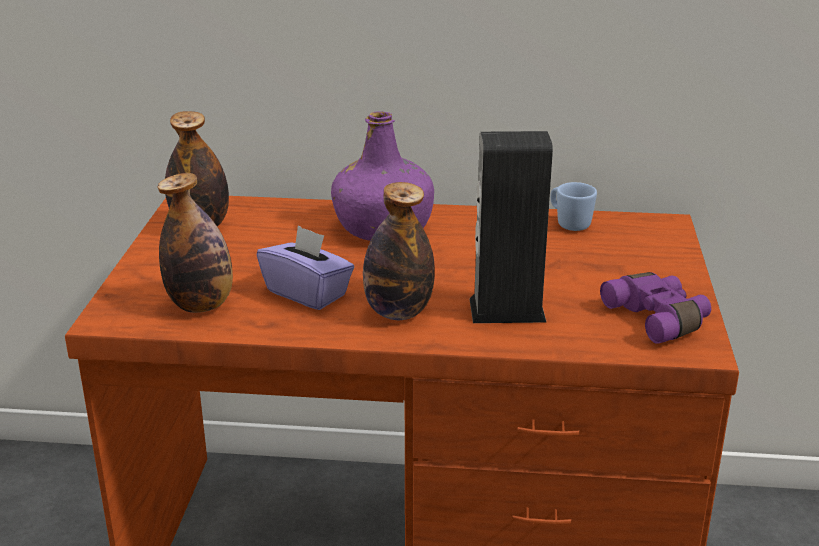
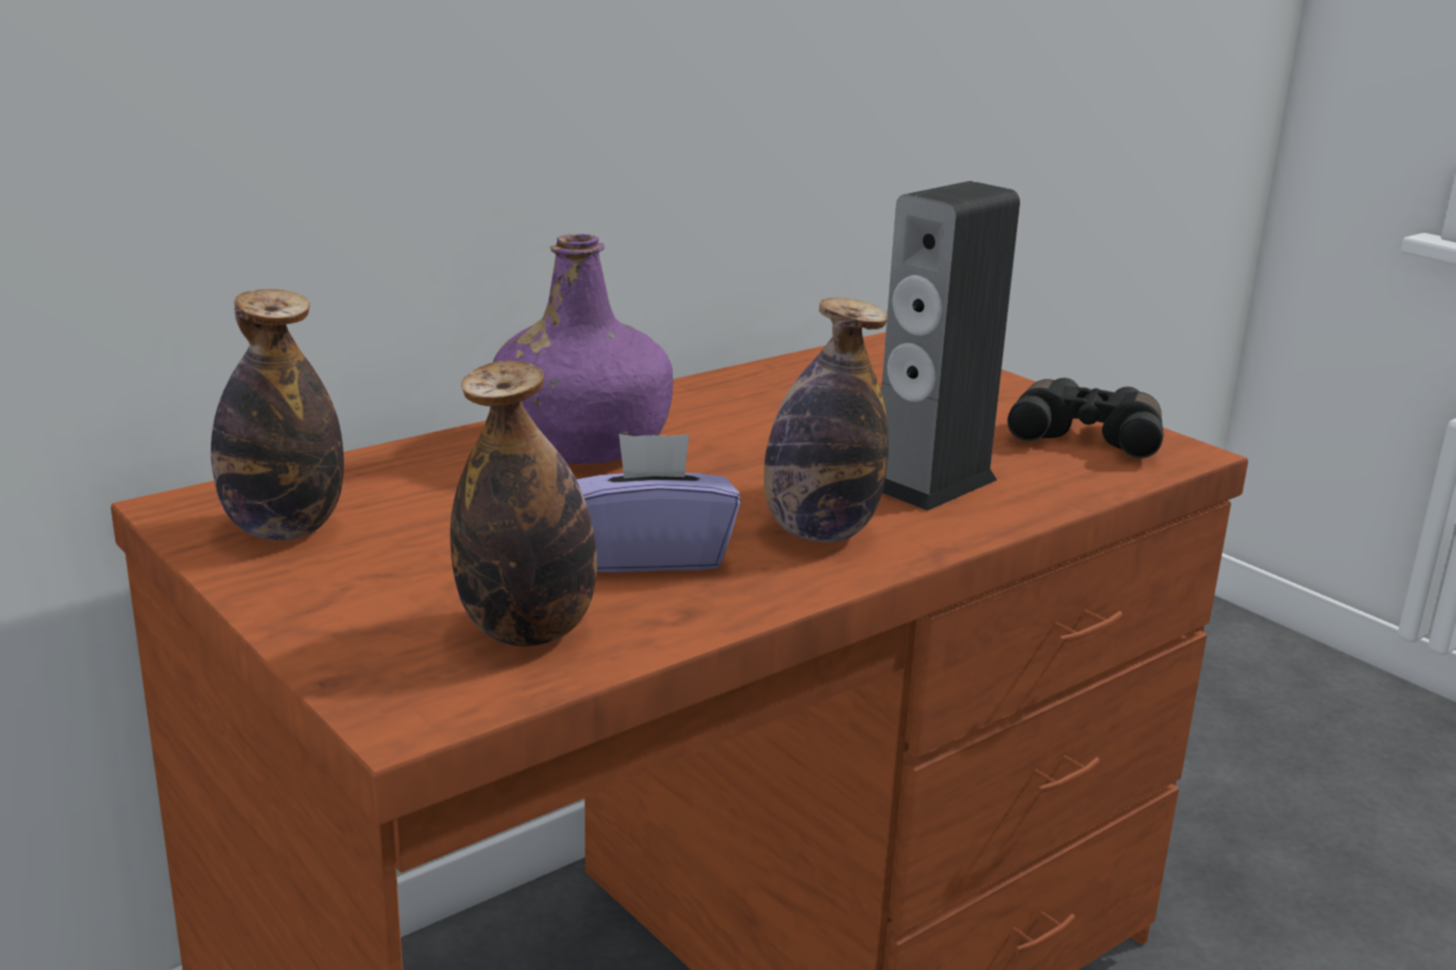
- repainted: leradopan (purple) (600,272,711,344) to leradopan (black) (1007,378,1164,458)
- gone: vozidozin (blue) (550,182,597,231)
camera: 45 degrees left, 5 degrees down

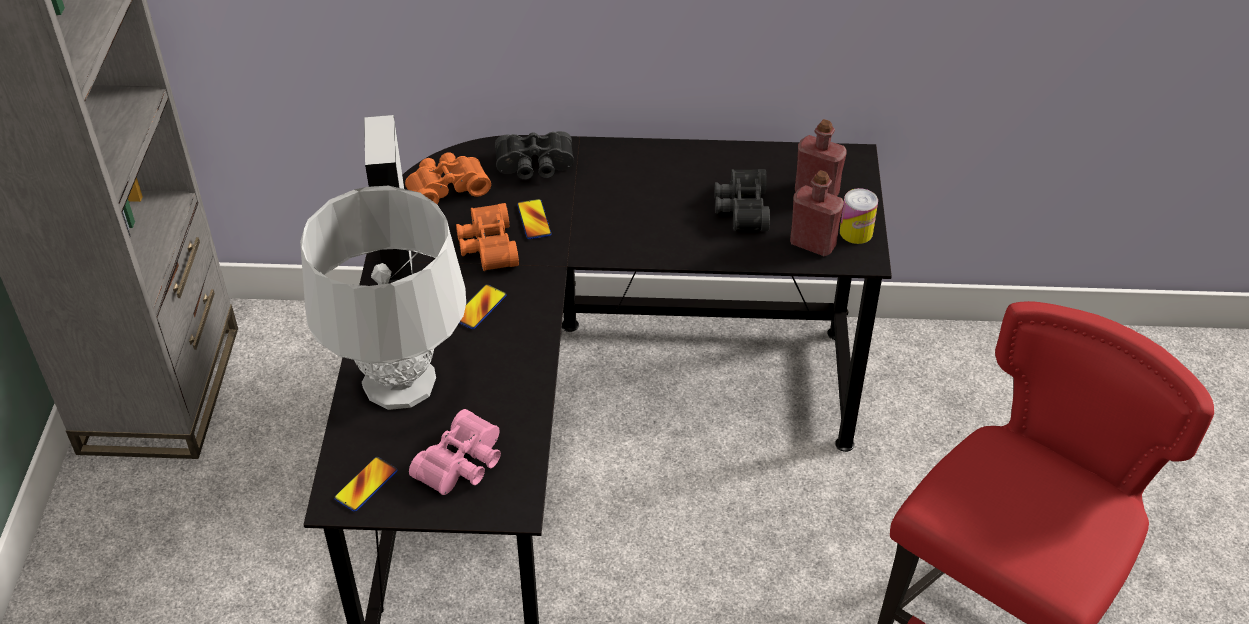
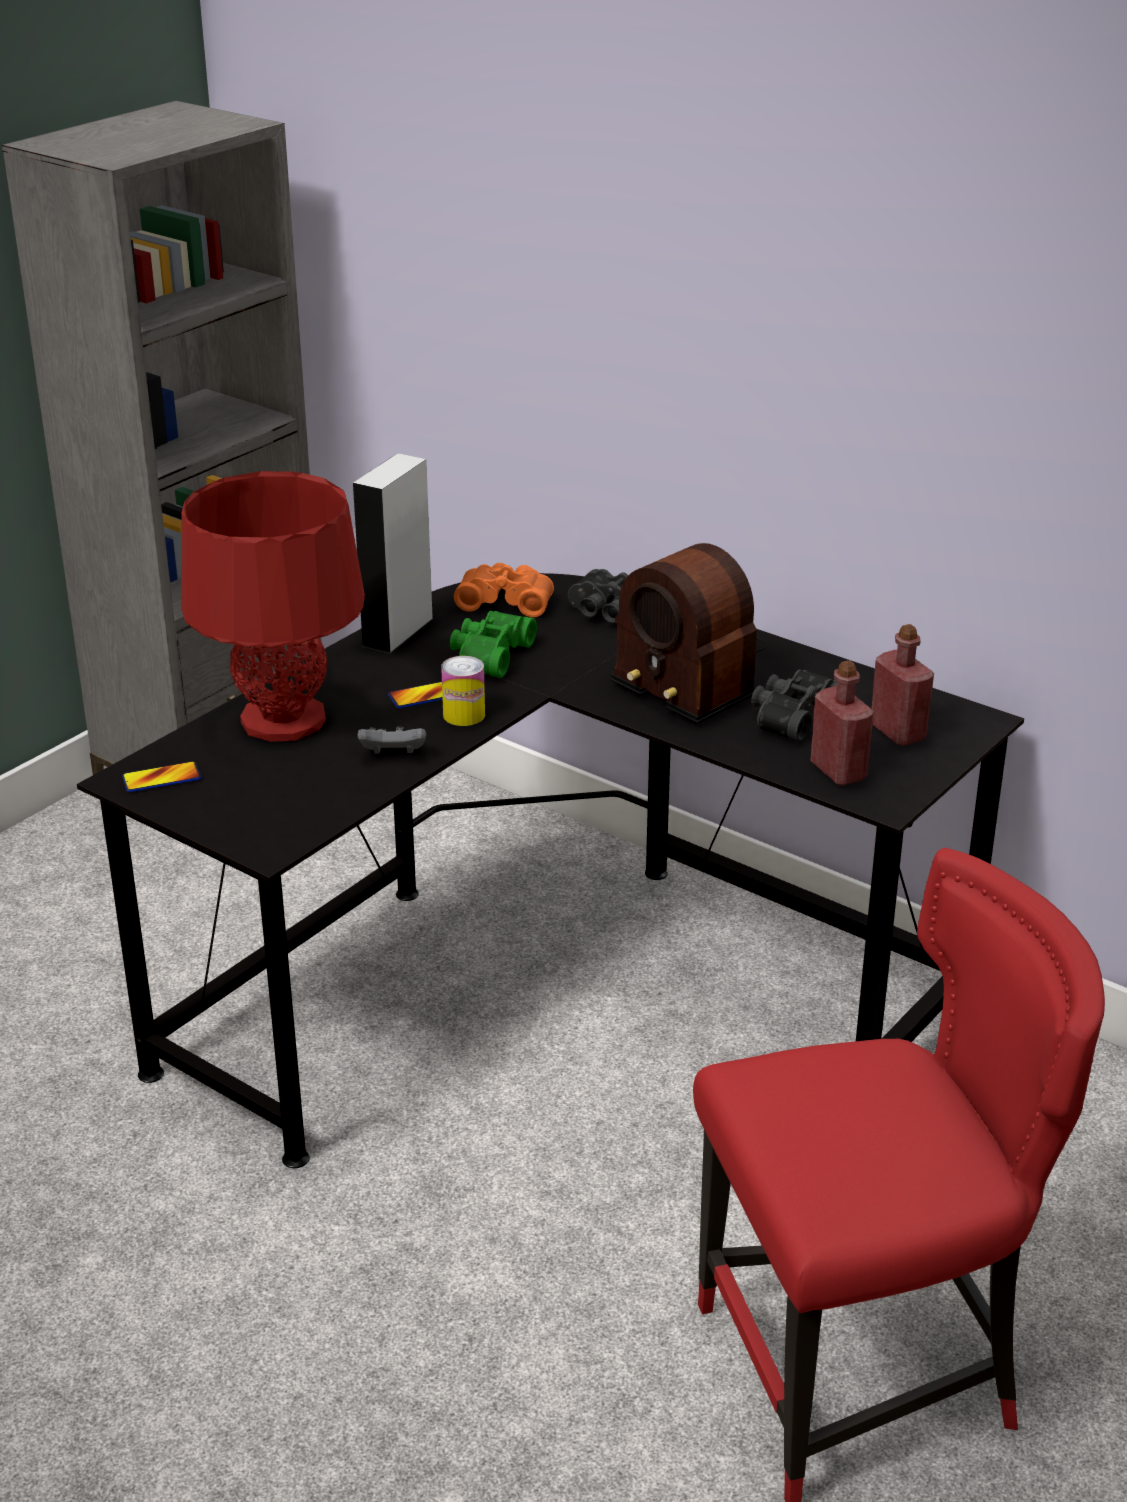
- repainted: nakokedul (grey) (300,186,466,410) to nakokedul (red) (181,471,365,742)
- new: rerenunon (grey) (358,727,426,754)
- shifted: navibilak (840,188,878,244) to (441,656,485,726)
- repainted: leradopan (orange) (456,203,519,271) to leradopan (green) (450,611,537,678)
- new: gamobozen (611,543,766,724)
- gone: leradopan (pink) (409,409,501,495)
- gone: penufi (517,199,552,239)
camera: 35 degrees right, 15 degrees down

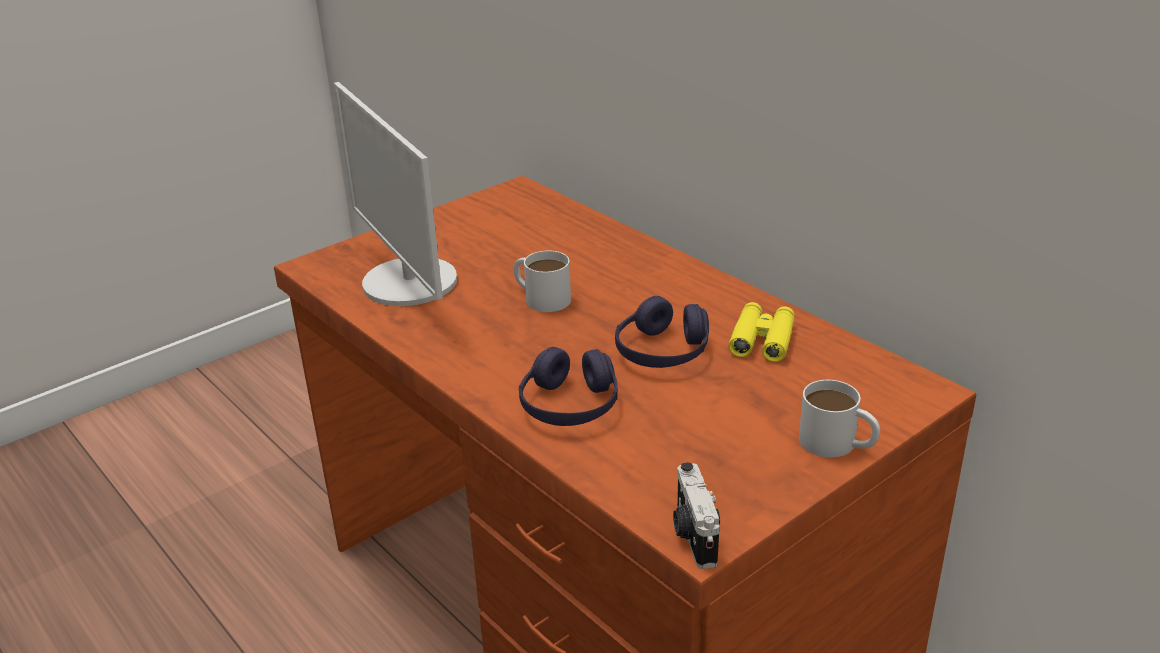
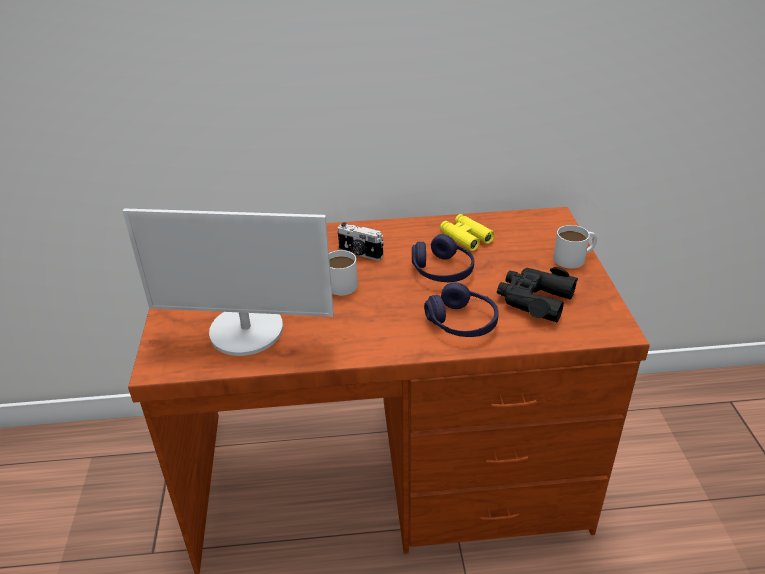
- shifted: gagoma (673,462,720,569) to (337,222,384,261)
- new: leradopan (black) (497,267,578,322)
camera: 55 degrees left, 5 degrees up

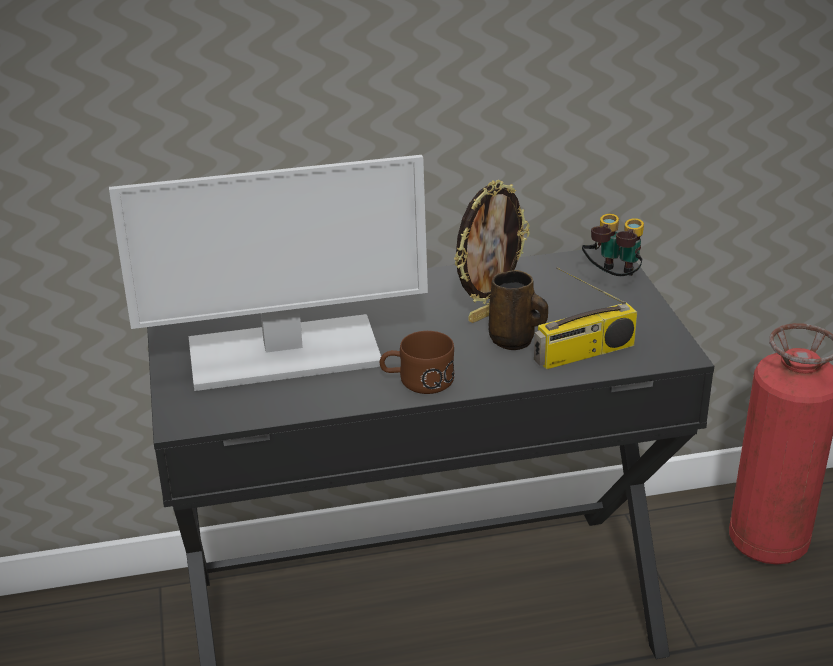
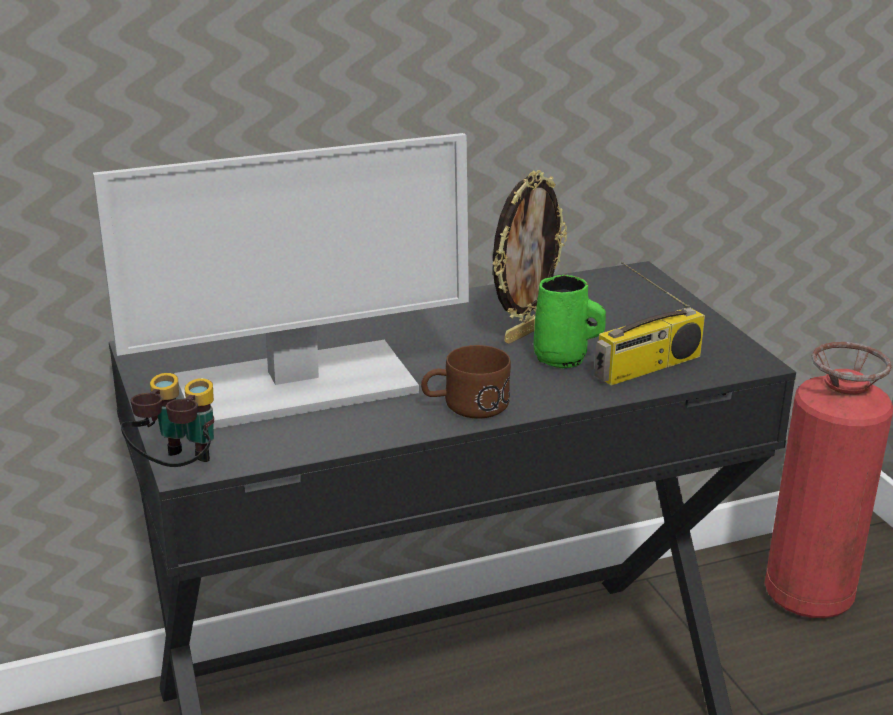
- shifted: leradopan (582,214,644,276) to (121,373,214,467)
- repainted: vozidozin (brown) (489,270,548,350) to vozidozin (green) (534,274,606,368)
camera: 10 degrees left, 5 degrees down

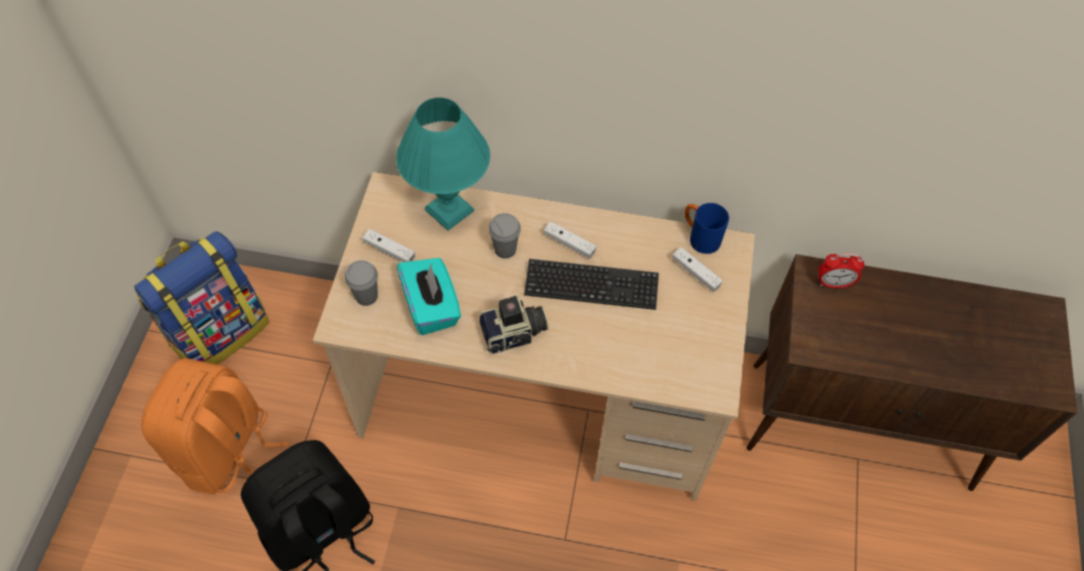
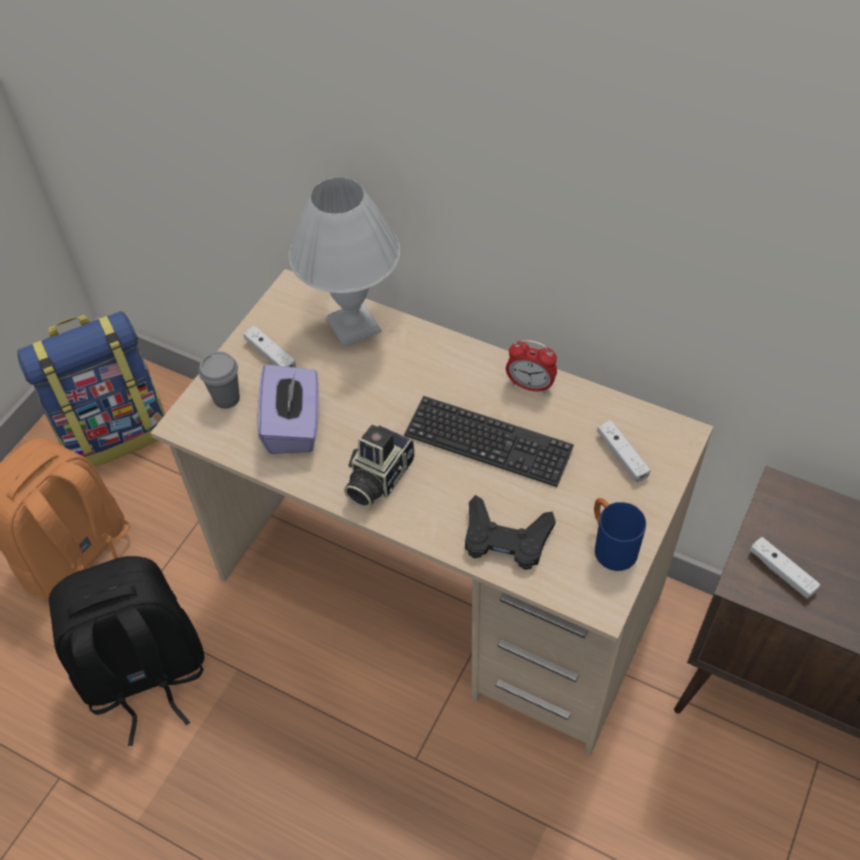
- repainted: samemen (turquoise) (397,258,461,335) to samemen (purple) (257,365,319,454)
- repainted: nakokedul (turquoise) (396,97,490,230) to nakokedul (white) (289,177,400,347)
- rotated: gagoma (479,294,549,354) = (344,425,414,508) 120 degrees clockwise
- new: rerenunon (black) (465,495,556,570)
- shifted: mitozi (818,253,864,288) to (506,339,557,393)
- shifted: vozidozin (blue) (685,203,729,254) to (594,498,646,571)
- shifted: rerenunon (white) (544,221,596,259) to (750,537,820,599)
- gone: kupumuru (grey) (489,213,521,259)
camera: 20 degrees right, 5 degrees down

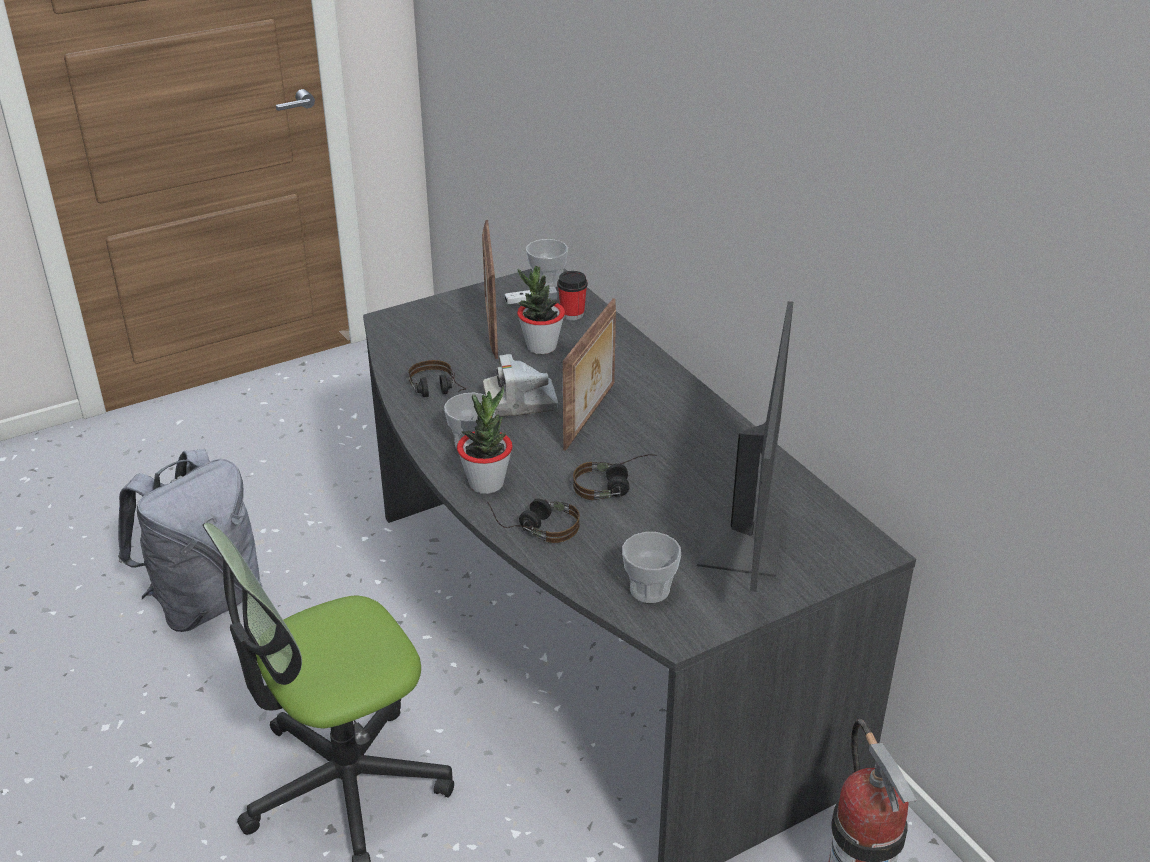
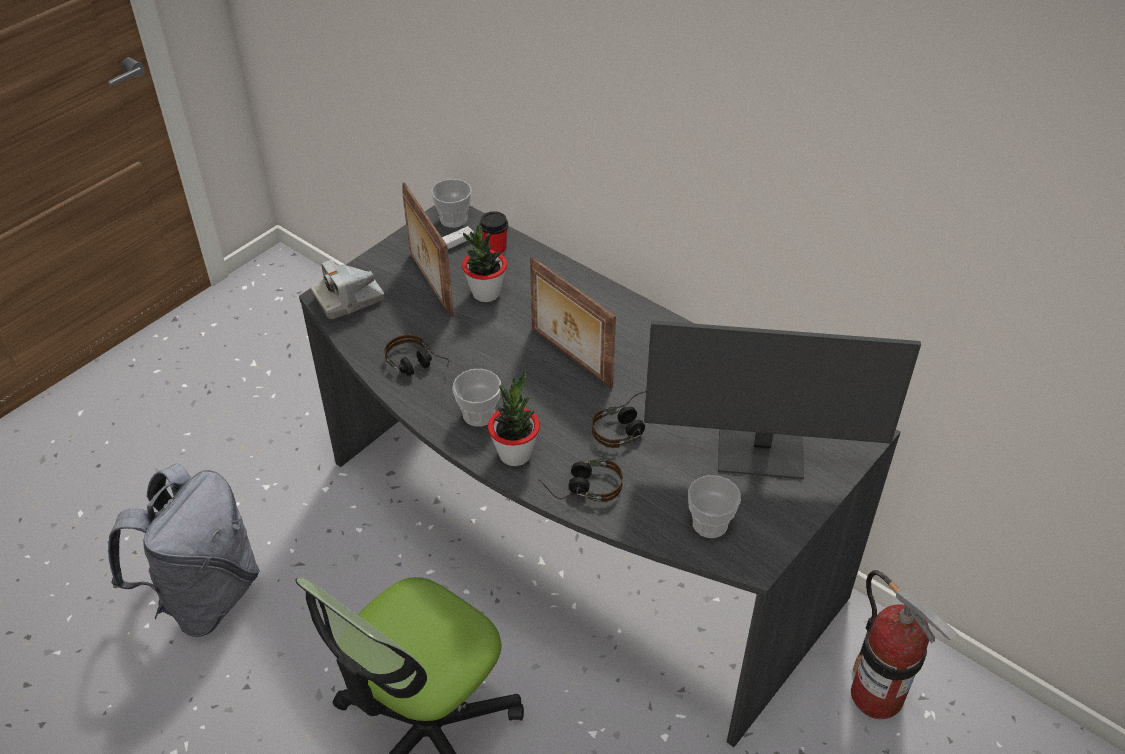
- shifted: gagoma (483,354,558,417) to (311,260,384,319)
- rotated: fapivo (563,298,616,451) = (530,257,616,388) 135 degrees clockwise
- rotated: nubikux (697,301,793,592) = (644,320,921,479) 105 degrees clockwise
camera: 20 degrees left, 10 degrees up

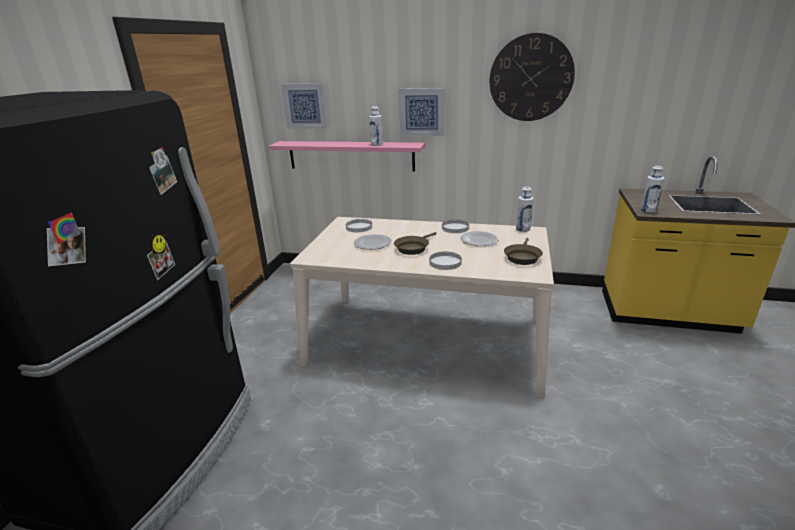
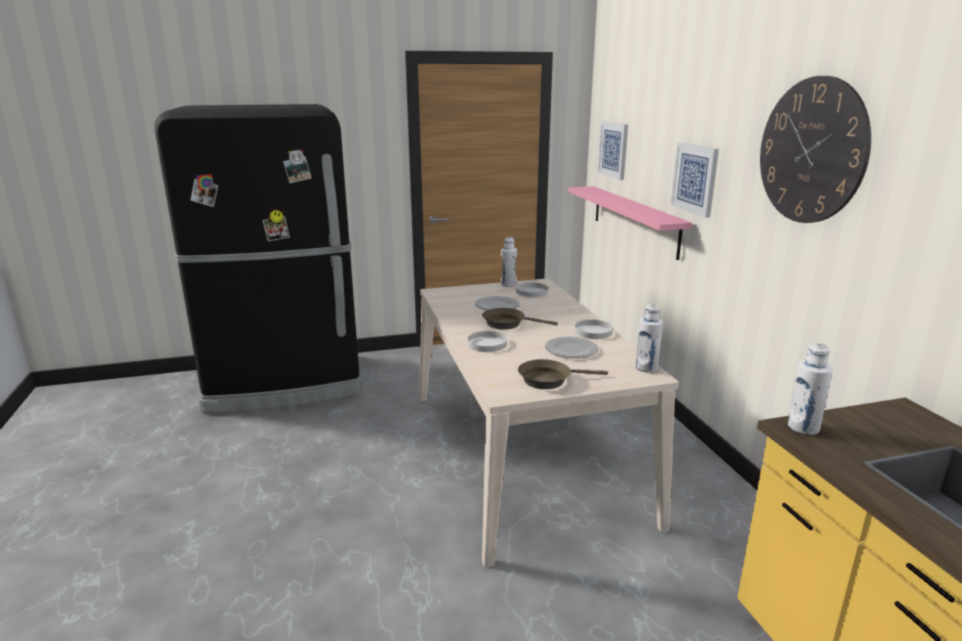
- shifted: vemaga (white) (369,106,383,146) to (501,237,517,287)
camera: 60 degrees right, 5 degrees down

